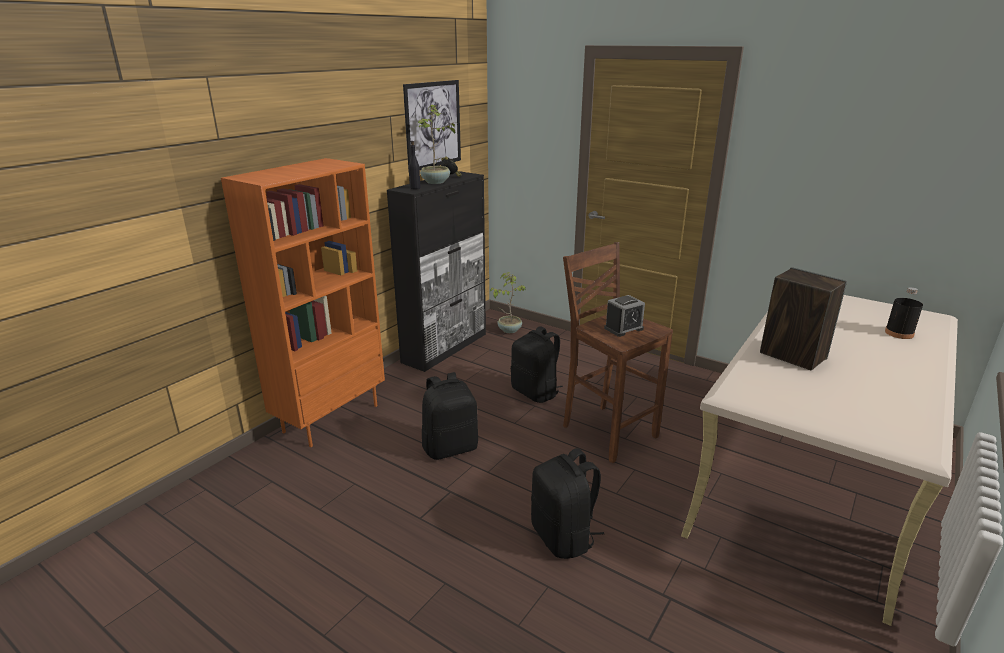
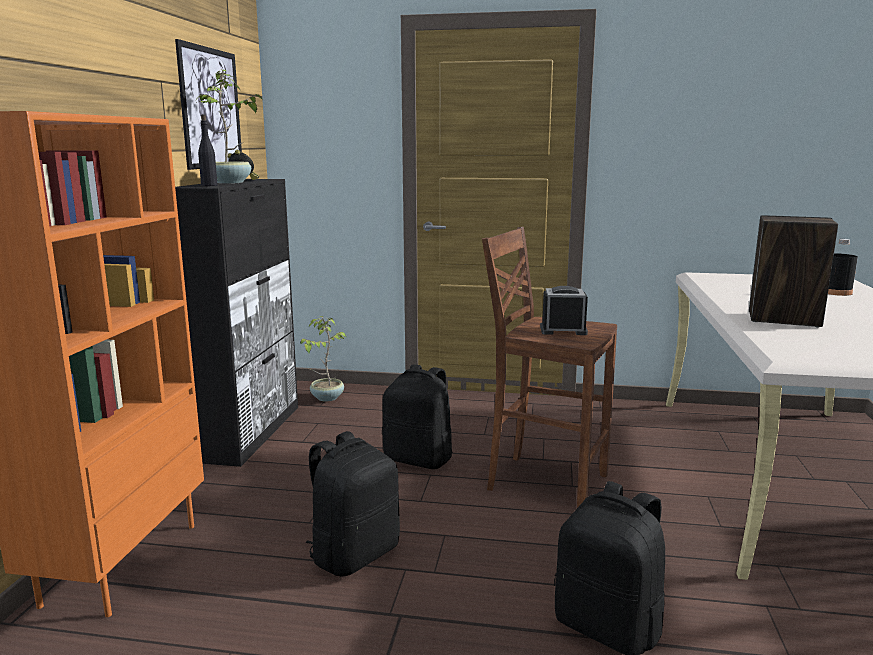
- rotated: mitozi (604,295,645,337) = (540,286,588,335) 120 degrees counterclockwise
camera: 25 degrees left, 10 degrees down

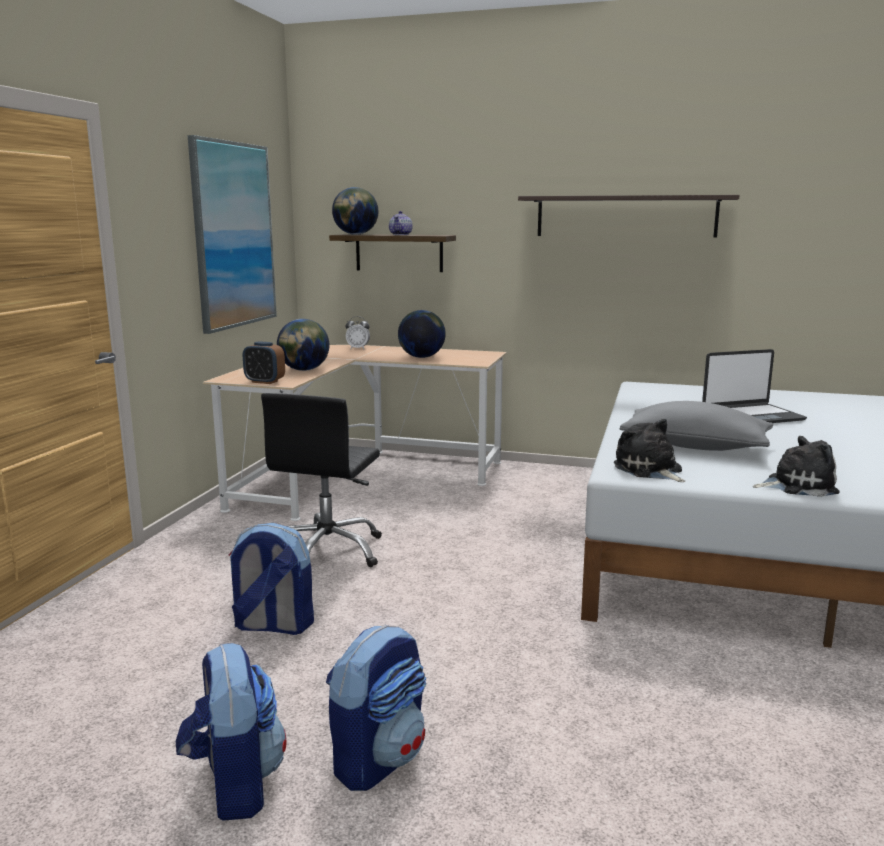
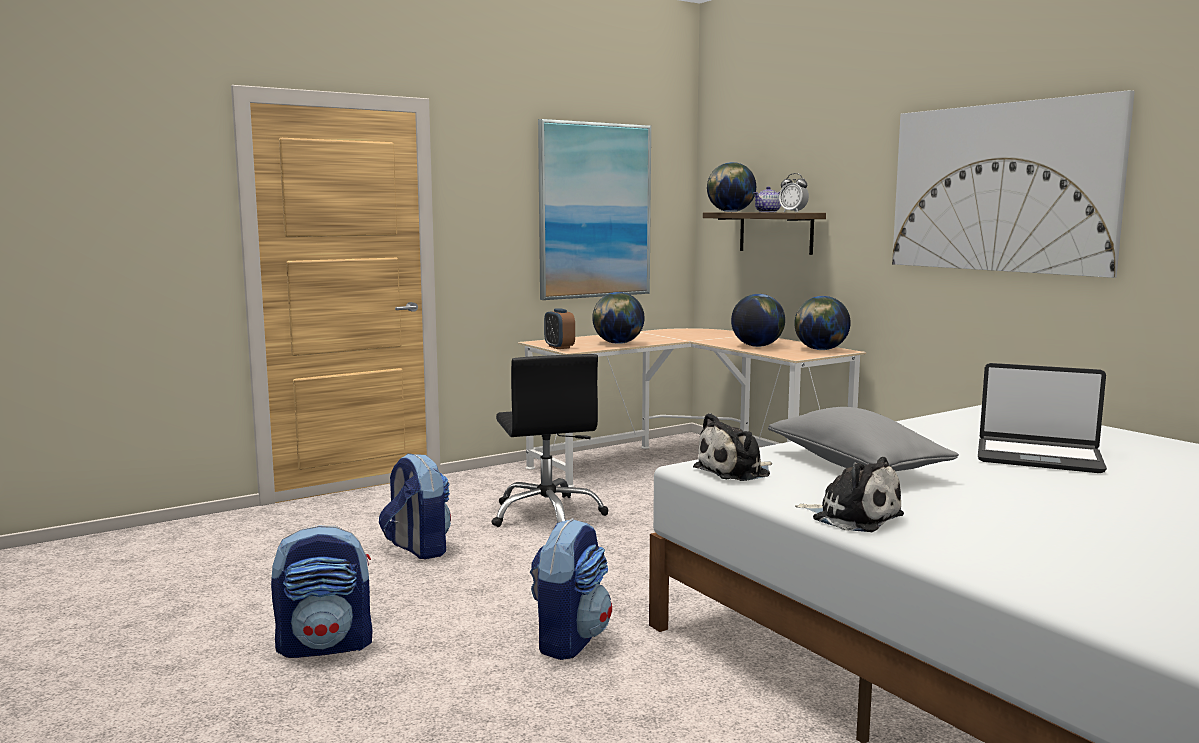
- rotated: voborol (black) (261,393,382,567) = (492,354,609,527) 75 degrees counterclockwise
- shifted: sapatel (176,643,286,820) to (530,518,612,660)
- rotated: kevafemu (614,419,686,482) = (693,413,772,481) 135 degrees counterclockwise
- shifted: mitozi (345,316,370,349) to (779,173,809,212)
- new: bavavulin (794,296,851,350)
- swapped: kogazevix (518,195,739,237) to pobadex (892,90,1135,278)
camera: 40 degrees right, 5 degrees down

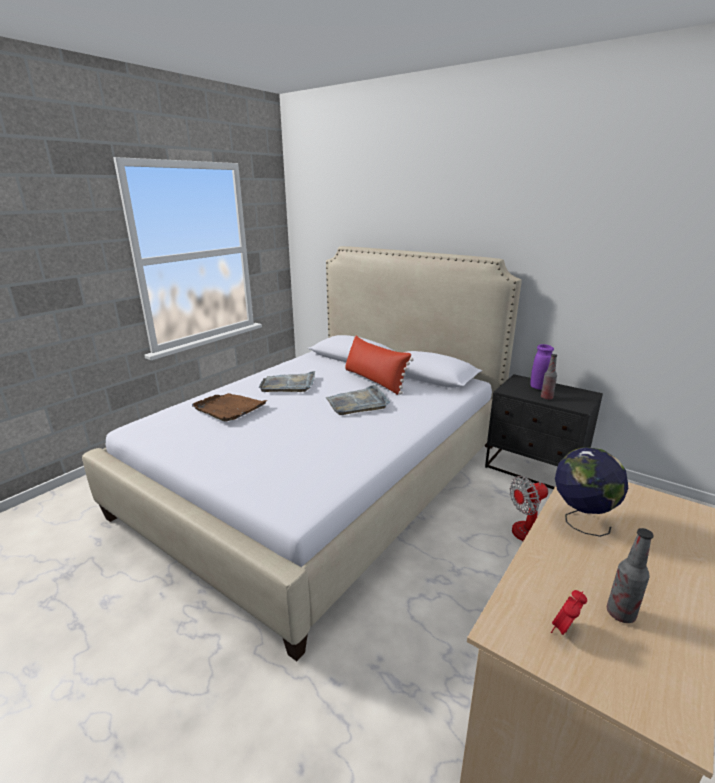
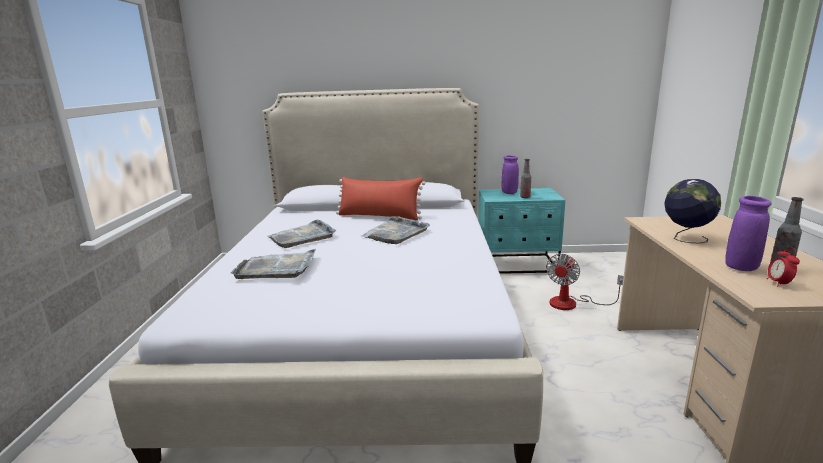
- repainted: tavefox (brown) (192,393,268,422) to tavefox (grey) (231,248,317,279)
- repainted: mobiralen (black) (485,374,603,489) to mobiralen (turquoise) (478,188,566,274)
- new: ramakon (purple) (725,196,772,271)
camera: 35 degrees left, 5 degrees down

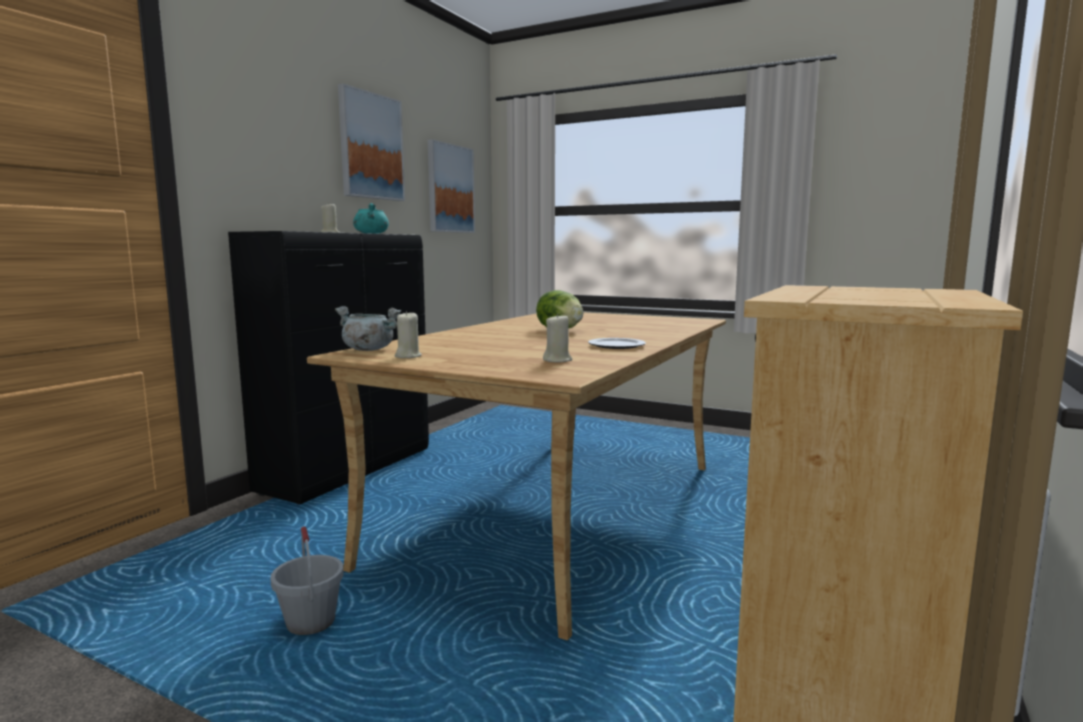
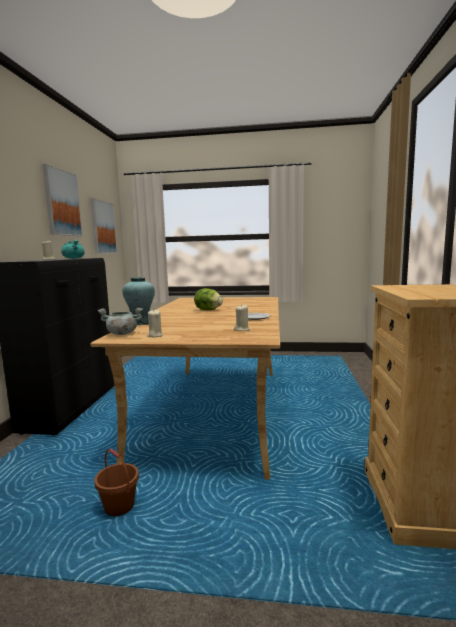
- repainted: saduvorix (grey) (270,526,344,635) to saduvorix (brown) (94,449,139,516)
- new: ramakon (turquoise) (123,277,155,325)
camera: 20 degrees left, 0 degrees up

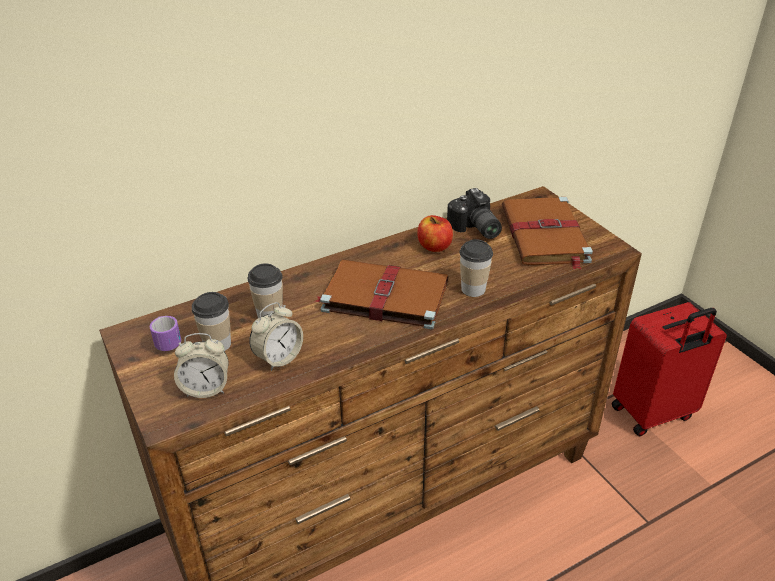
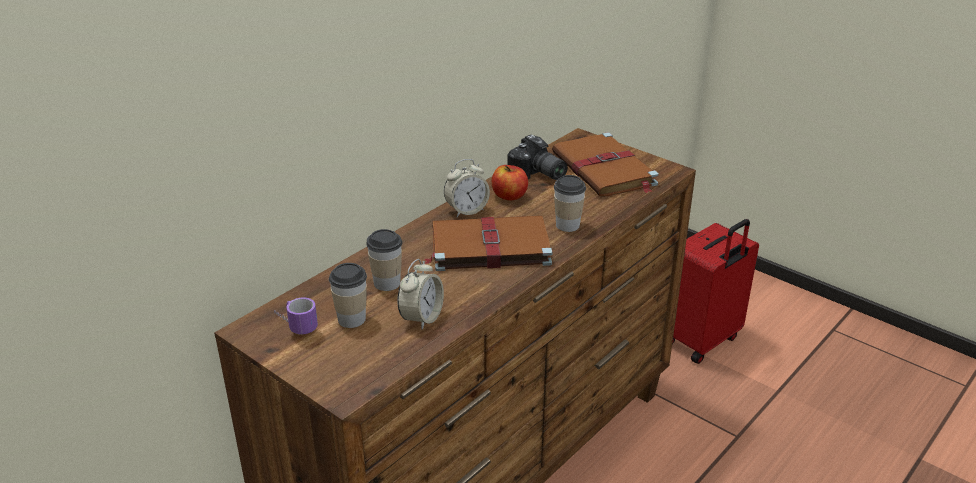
- shifted: mitozi (174,333,229,398) to (444,159,490,217)
camera: 20 degrees left, 5 degrees down

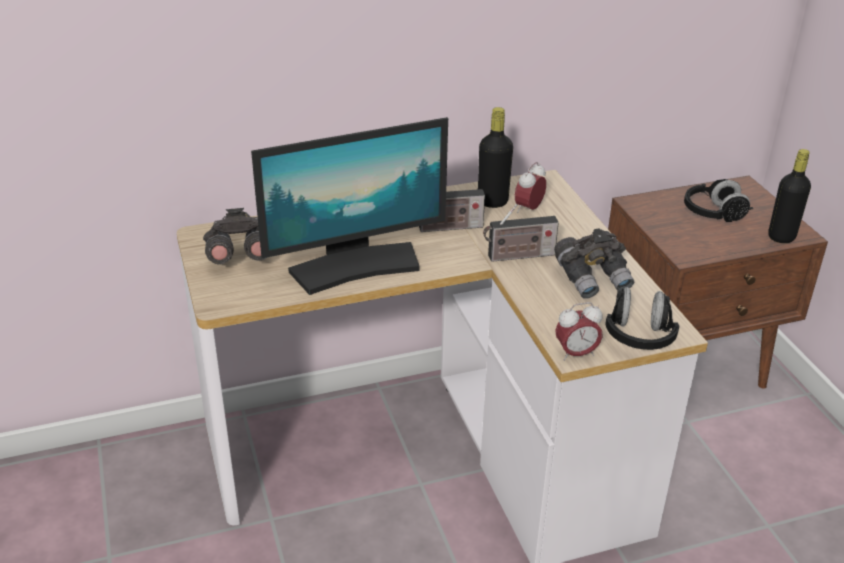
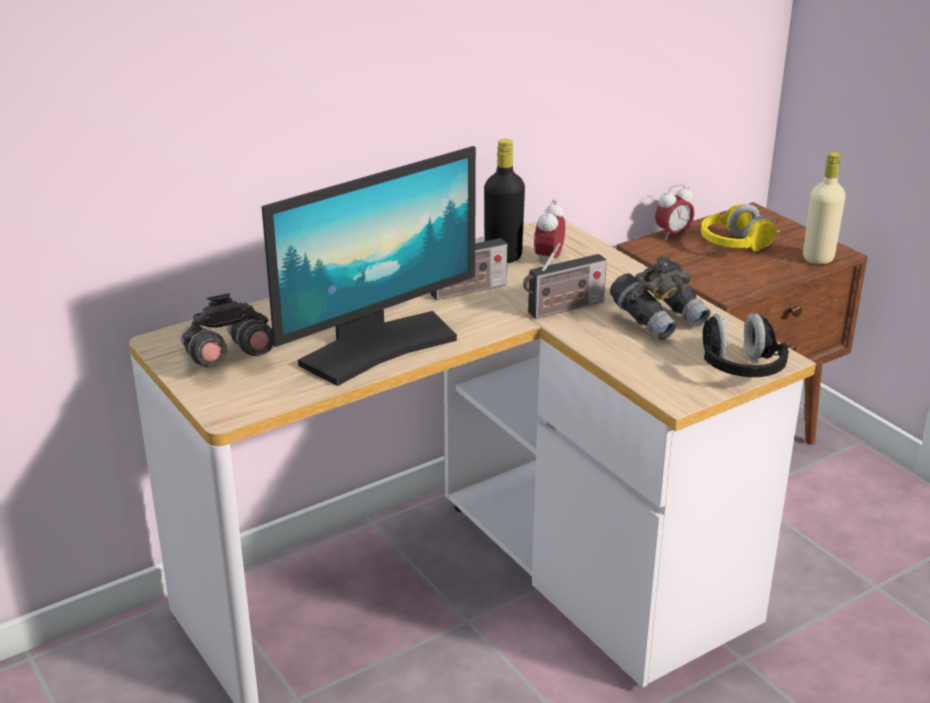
- shifted: mitozi (555,302,603,361) to (655,184,695,240)
- repainted: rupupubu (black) (684,179,753,222) to rupupubu (yellow) (701,204,780,251)
- repainted: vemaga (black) (768,149,811,243) to vemaga (beige) (803,152,846,264)
camera: 15 degrees left, 5 degrees down

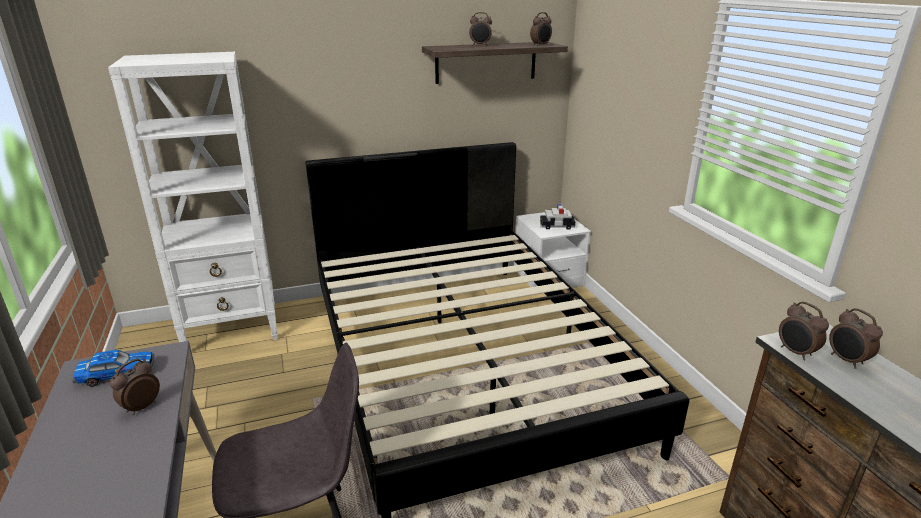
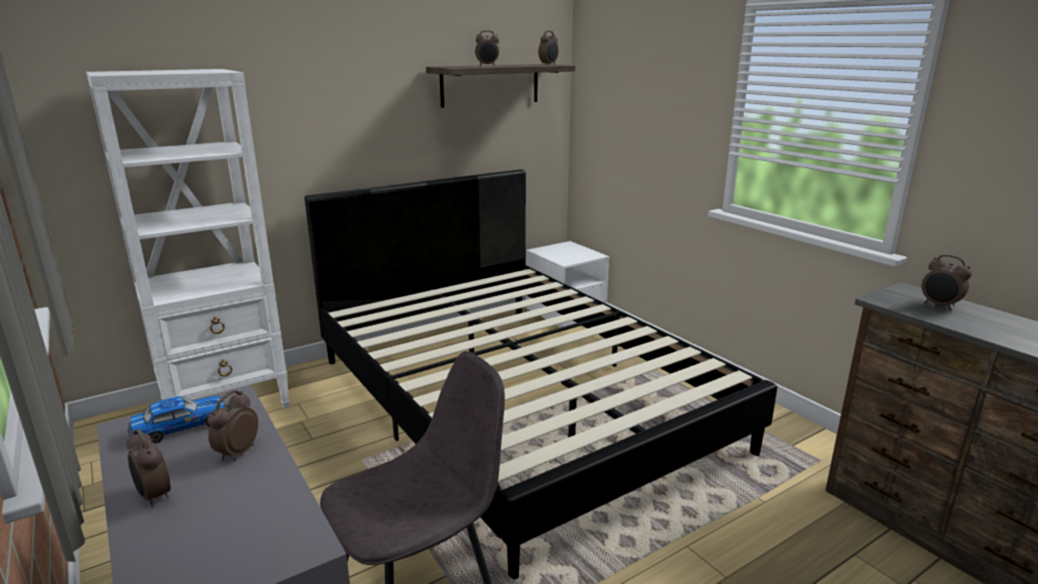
- shifted: mitozi (779,301,829,360) to (127,428,170,507)
- gone: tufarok (540,204,575,229)
camera: 15 degrees left, 5 degrees down

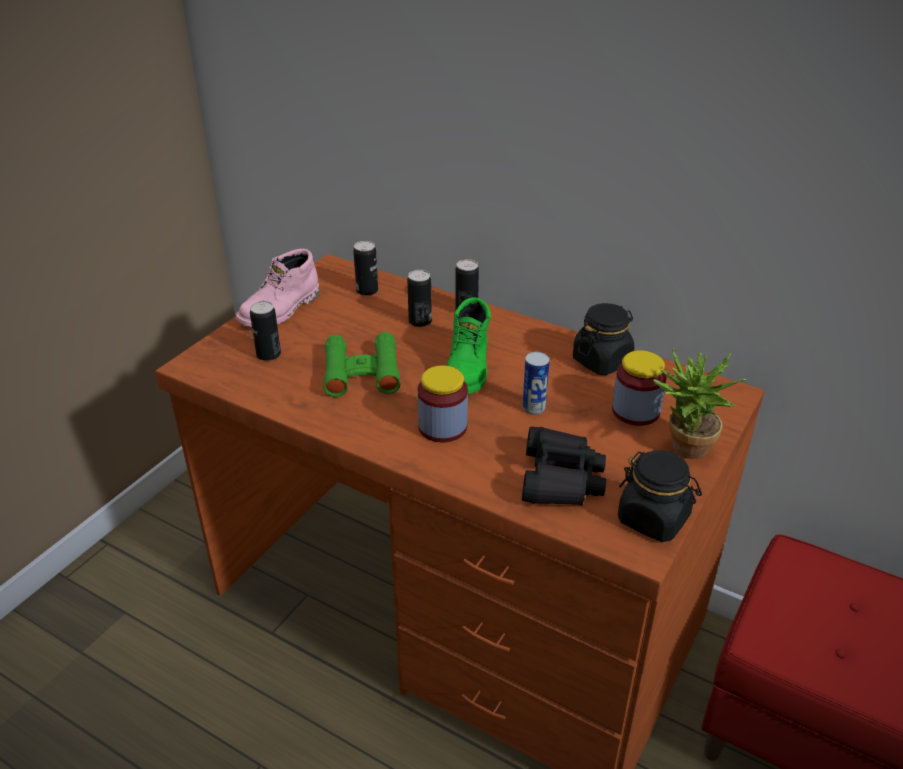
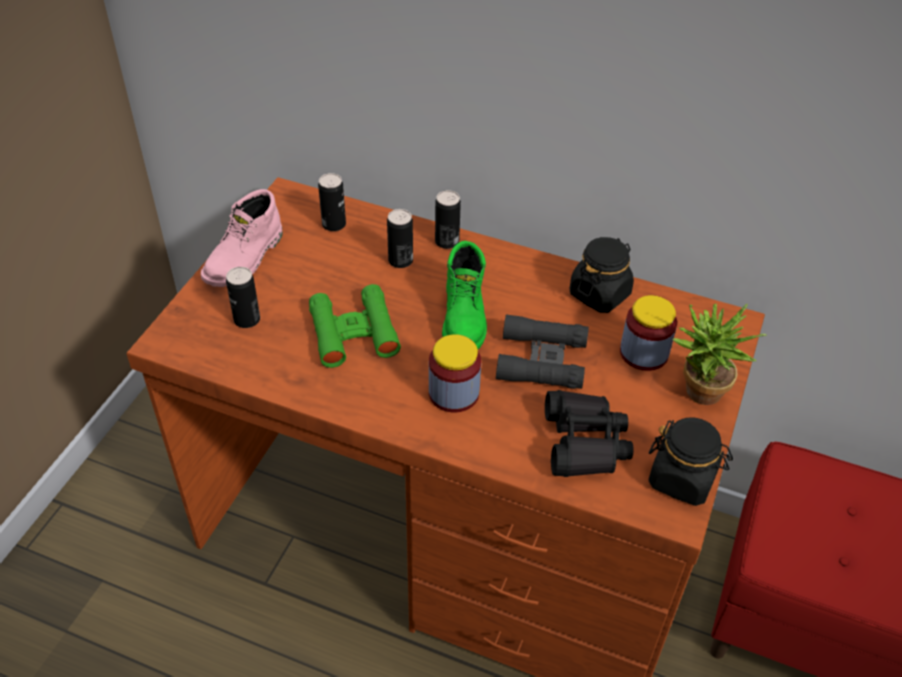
- swapped: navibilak (522,352,550,415) to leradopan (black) (496,314,589,389)
camera: 10 degrees left, 10 degrees up

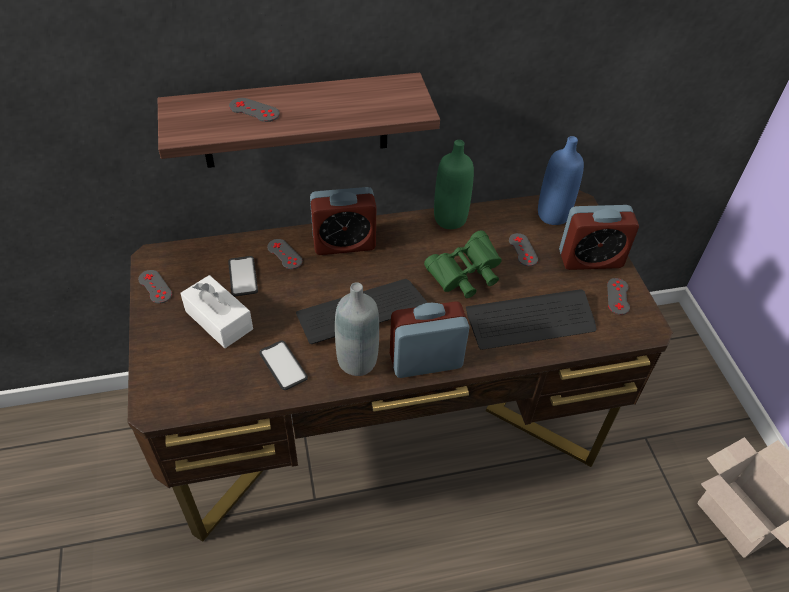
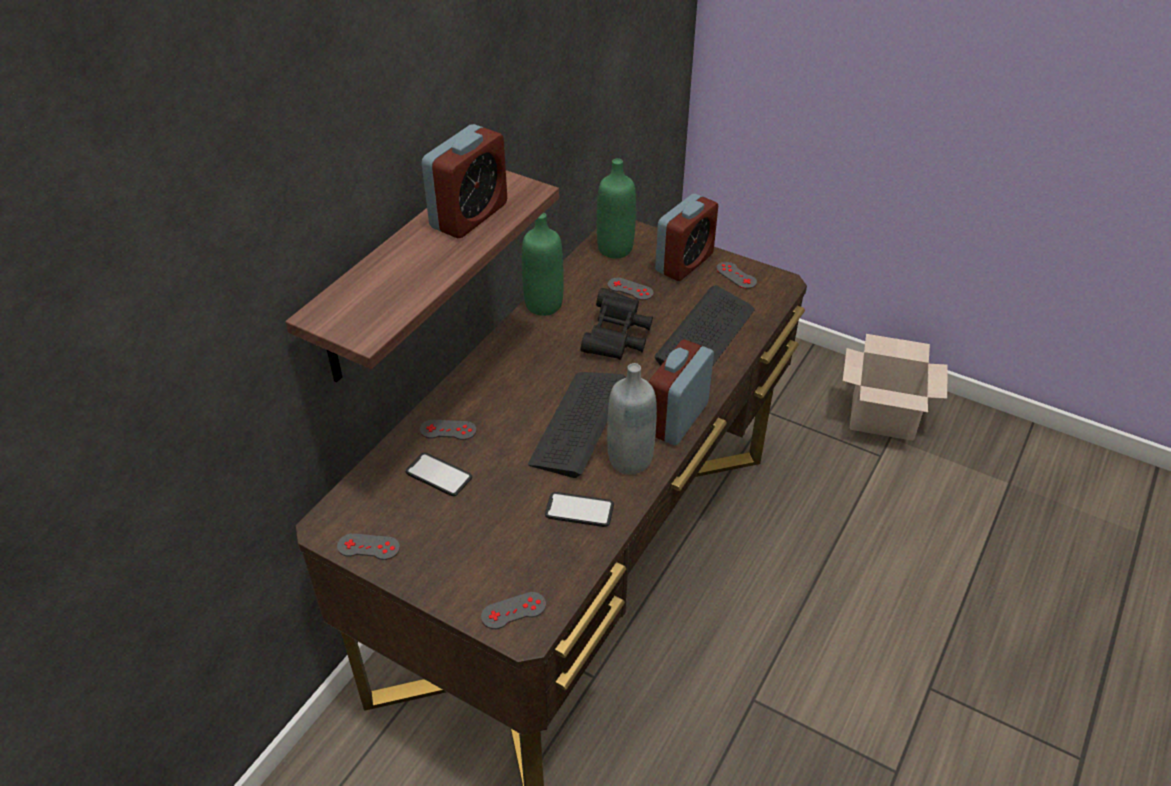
- shifted: mitozi (310,187,377,255) to (421,124,507,238)
- shifted: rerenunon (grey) (229,98,280,122) to (481,592,546,629)
- repainted: leradopan (green) (424,230,502,298) to leradopan (black) (581,288,653,360)
- repainted: vemaga (blue) (538,136,584,225) to vemaga (green) (597,158,636,259)
- gone: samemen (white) (180,275,253,348)
camera: 45 degrees left, 5 degrees down

